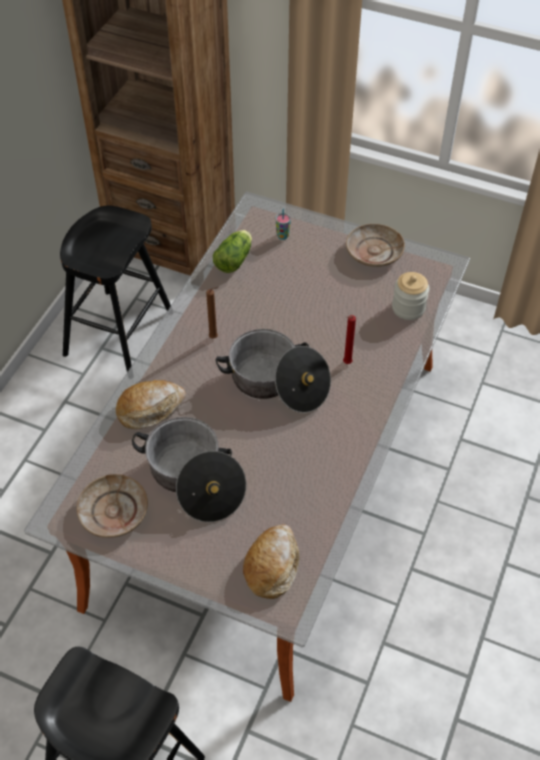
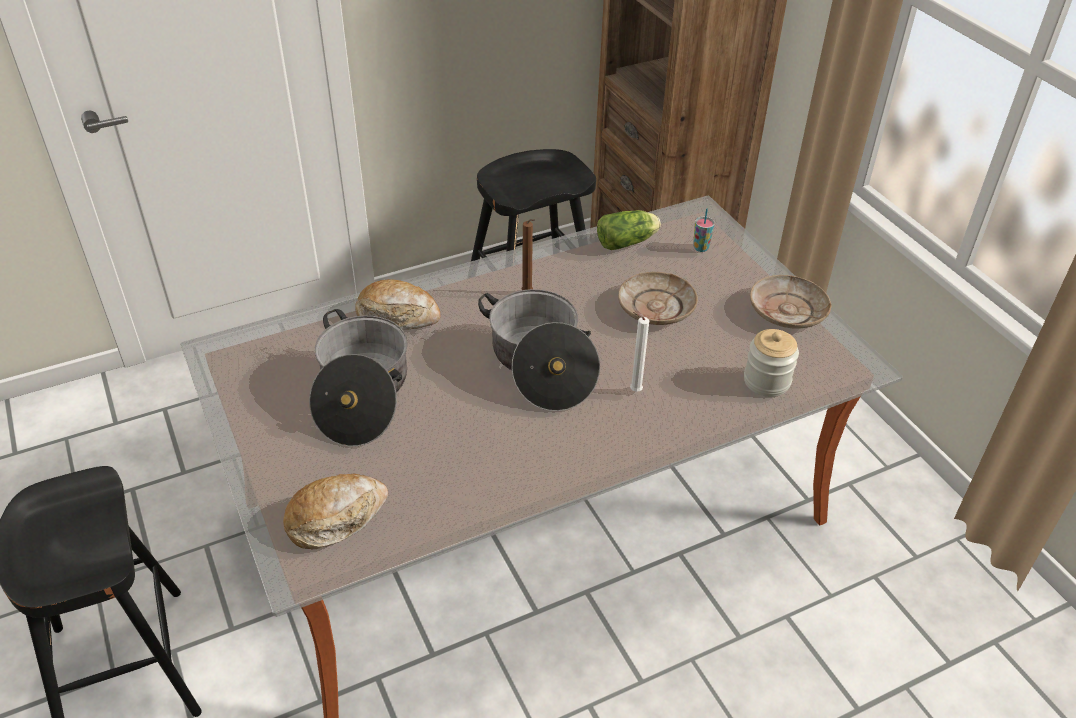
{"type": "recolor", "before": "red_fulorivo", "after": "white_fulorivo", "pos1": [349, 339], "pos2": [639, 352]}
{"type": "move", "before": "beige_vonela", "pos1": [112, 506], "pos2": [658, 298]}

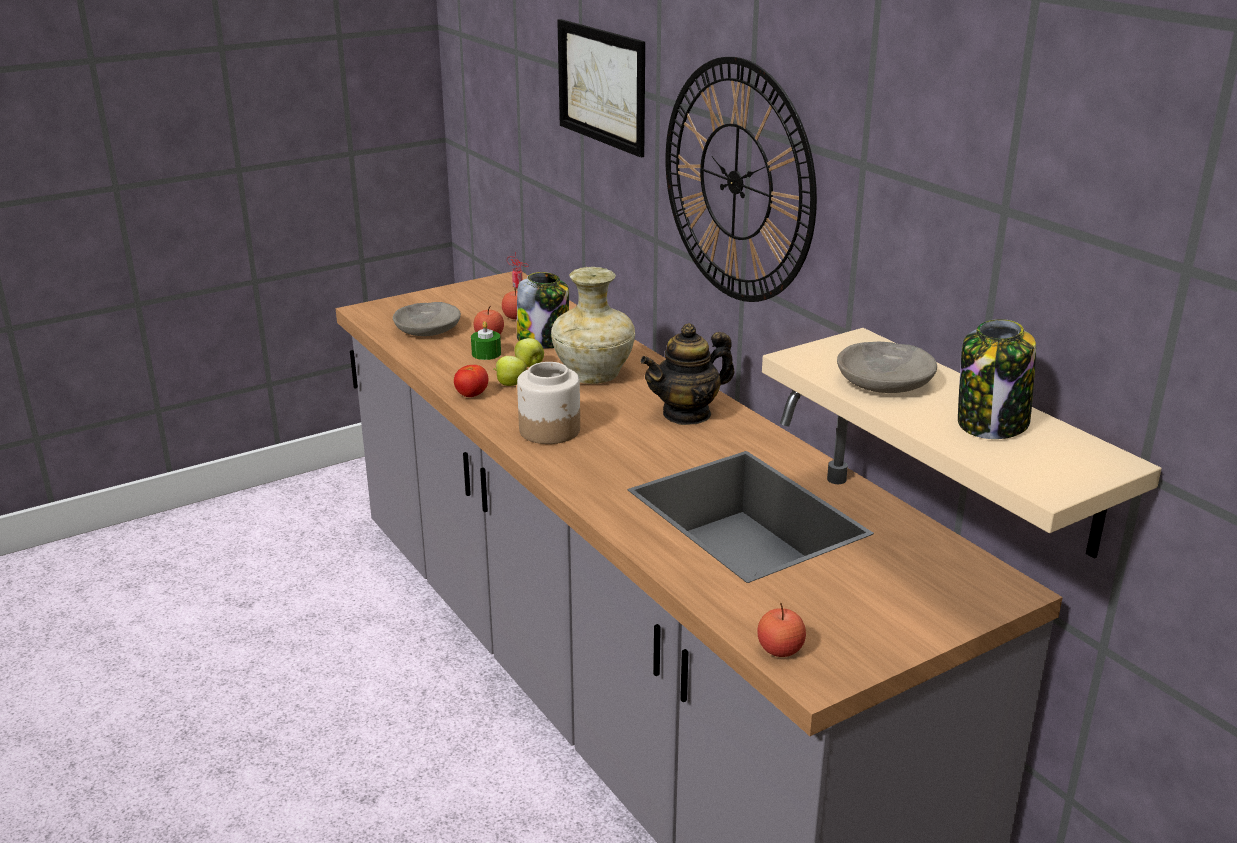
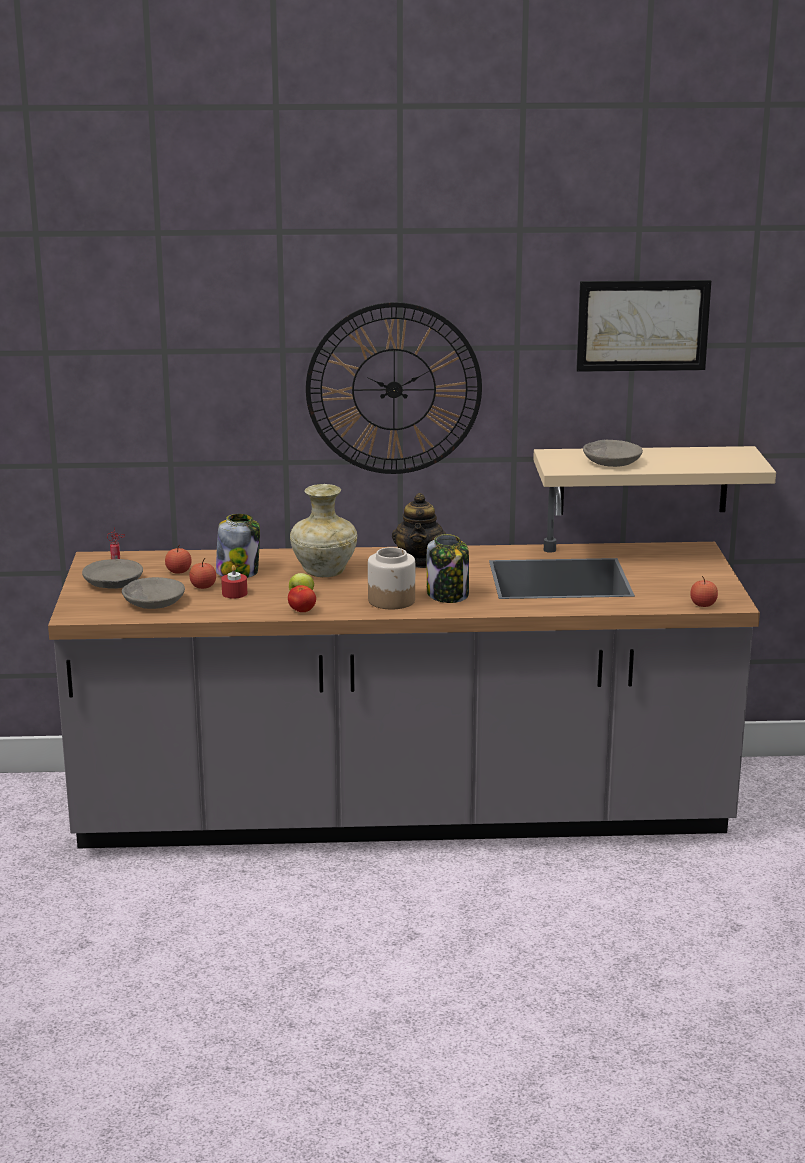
{"type": "move", "before": "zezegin", "pos1": [601, 88], "pos2": [643, 326]}
{"type": "move", "before": "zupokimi", "pos1": [997, 379], "pos2": [448, 568]}
{"type": "recolor", "before": "green_fulorivo", "after": "red_fulorivo", "pos1": [486, 340], "pos2": [234, 581]}
{"type": "delete", "before": "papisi", "pos1": [529, 352]}
{"type": "insert", "after": "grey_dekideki", "pos2": [112, 574]}

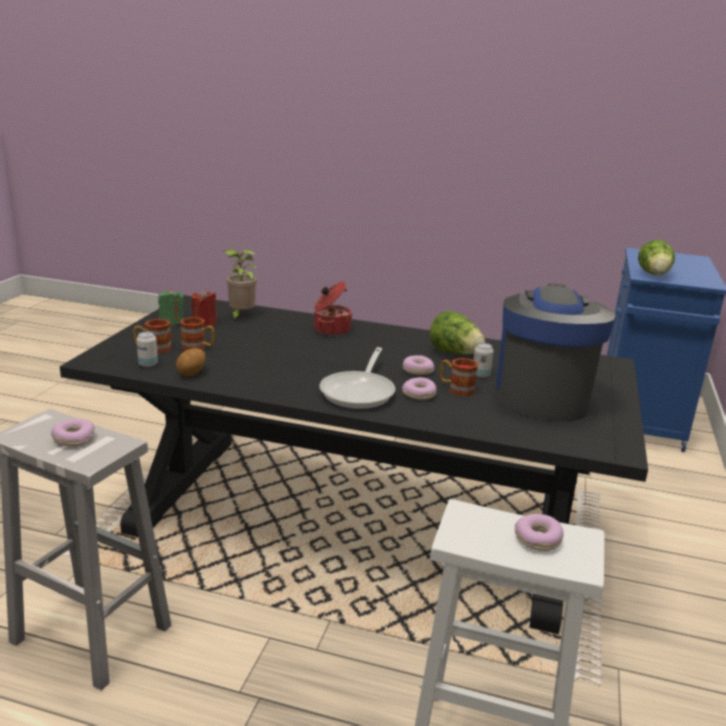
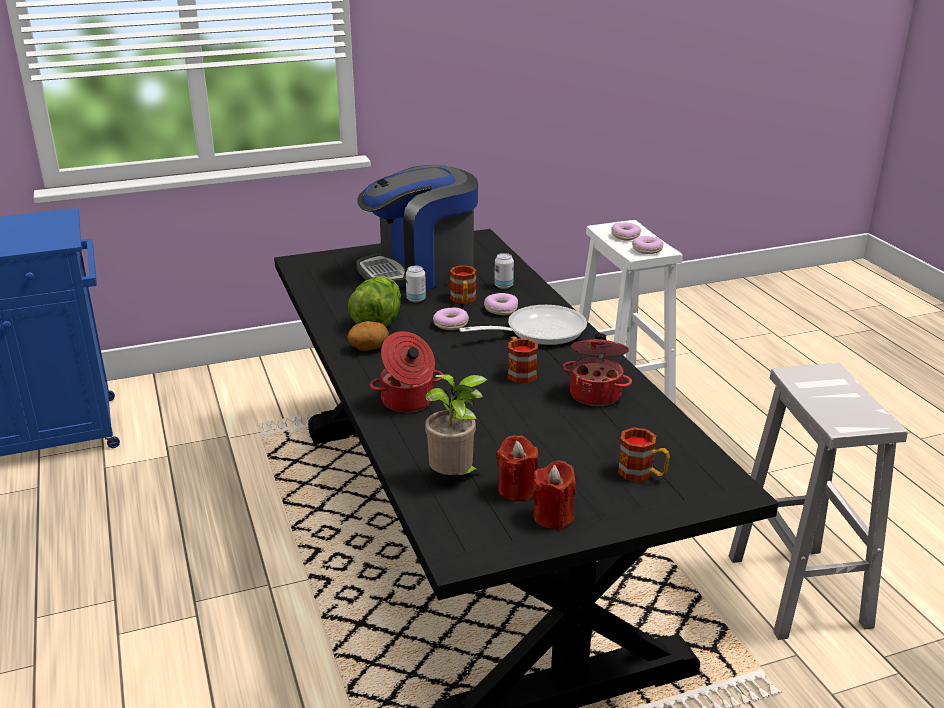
{"type": "delete", "before": "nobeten", "pos1": [656, 257]}
{"type": "recolor", "before": "green_fulorivo", "after": "red_fulorivo", "pos1": [171, 306], "pos2": [554, 495]}
{"type": "move", "before": "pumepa", "pos1": [197, 333], "pos2": [523, 360]}
{"type": "move", "before": "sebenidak", "pos1": [147, 349], "pos2": [504, 271]}
{"type": "move", "before": "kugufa", "pos1": [191, 362], "pos2": [368, 336]}
{"type": "move", "before": "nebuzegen", "pos1": [73, 433], "pos2": [647, 245]}
{"type": "insert", "after": "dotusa", "pos2": [597, 369]}

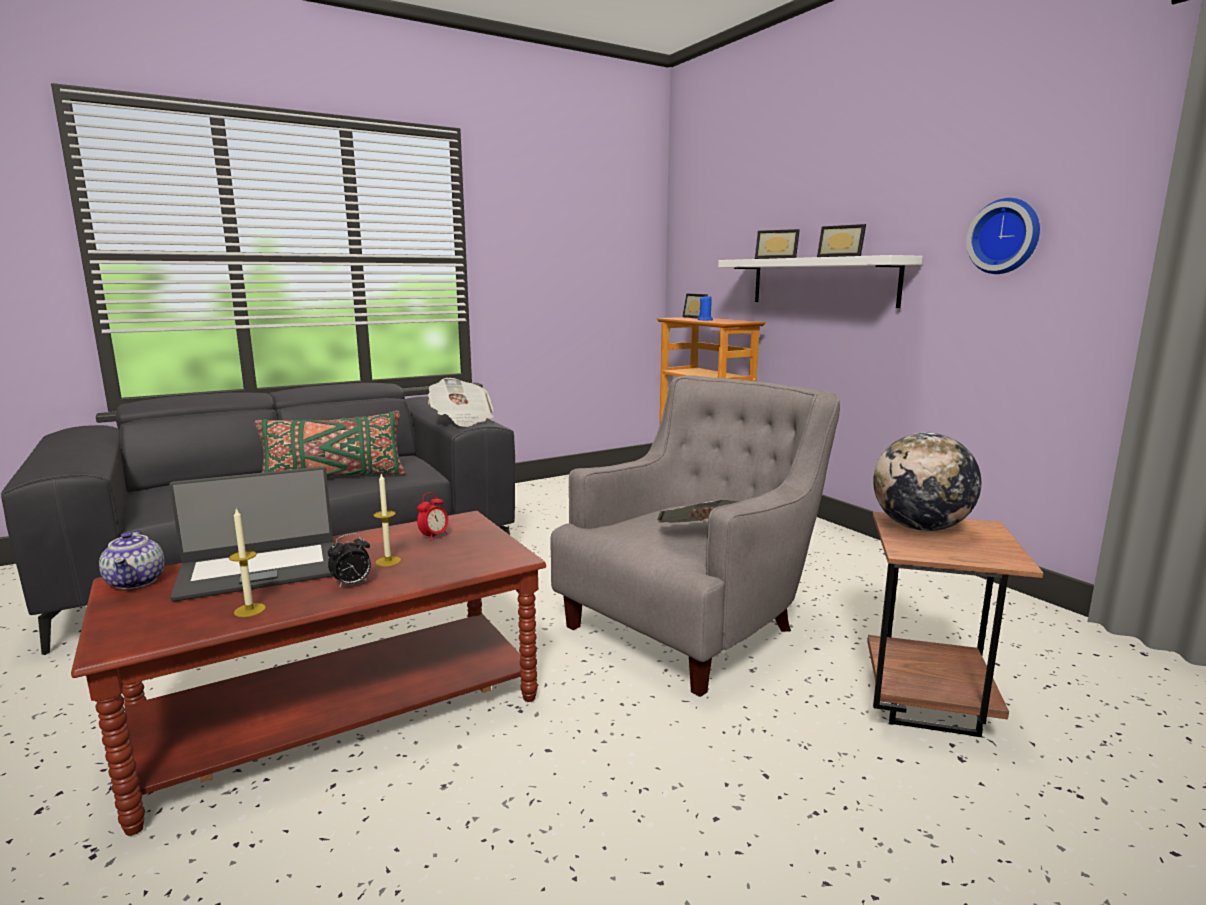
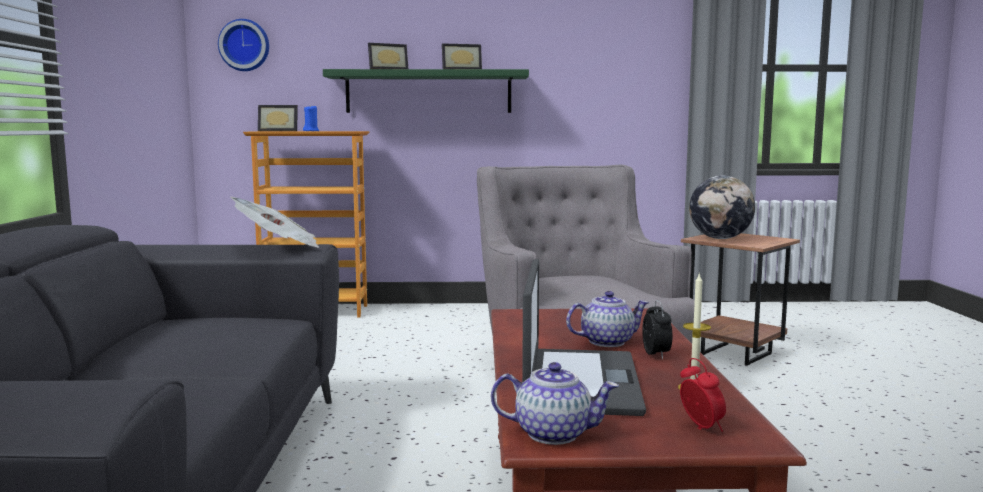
{"type": "move", "before": "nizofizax", "pos1": [1003, 236], "pos2": [243, 45]}
{"type": "recolor", "before": "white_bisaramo", "after": "green_bisaramo", "pos1": [820, 281], "pos2": [426, 91]}
{"type": "delete", "before": "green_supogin", "pos1": [330, 443]}
{"type": "replace", "before": "fulorivo", "after": "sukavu", "pos1": [387, 520], "pos2": [607, 319]}
{"type": "move", "before": "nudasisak", "pos1": [432, 516], "pos2": [703, 395]}
{"type": "delete", "before": "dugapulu", "pos1": [698, 511]}

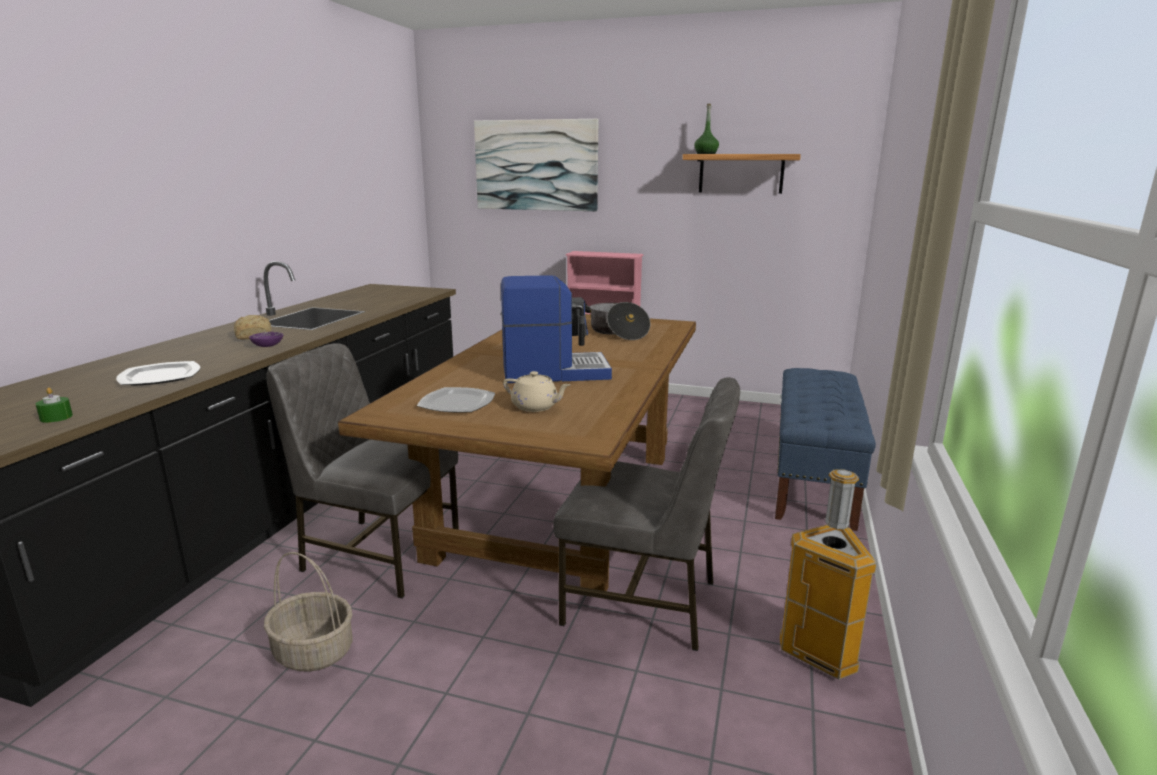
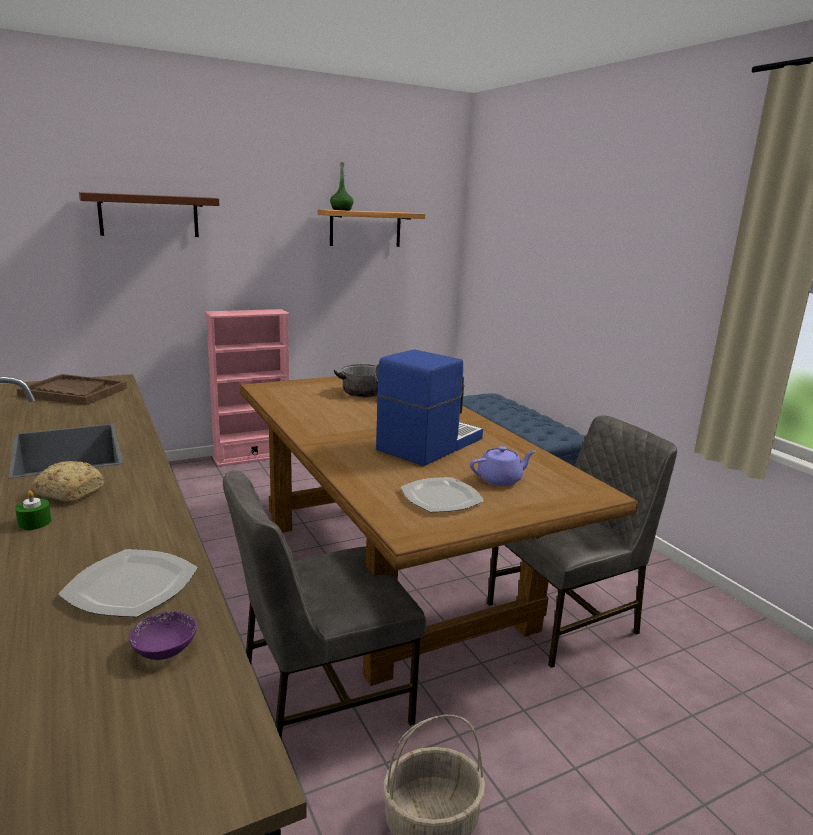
{"type": "replace", "before": "zezegin", "after": "brown_bisaramo", "pos1": [536, 165], "pos2": [149, 214]}
{"type": "move", "before": "purple_dekideki", "pos1": [266, 339], "pos2": [163, 635]}
{"type": "recolor", "before": "beige_sukavu", "after": "purple_sukavu", "pos1": [537, 391], "pos2": [503, 466]}
{"type": "move", "before": "green_fulorivo", "pos1": [54, 405], "pos2": [33, 510]}
{"type": "delete", "before": "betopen", "pos1": [828, 575]}
{"type": "insert", "after": "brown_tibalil", "pos2": [72, 389]}

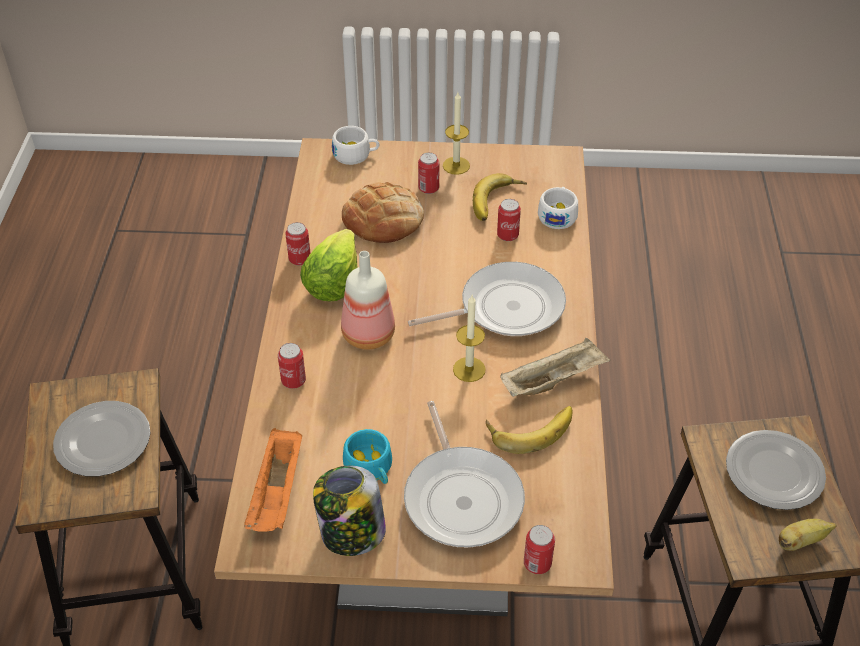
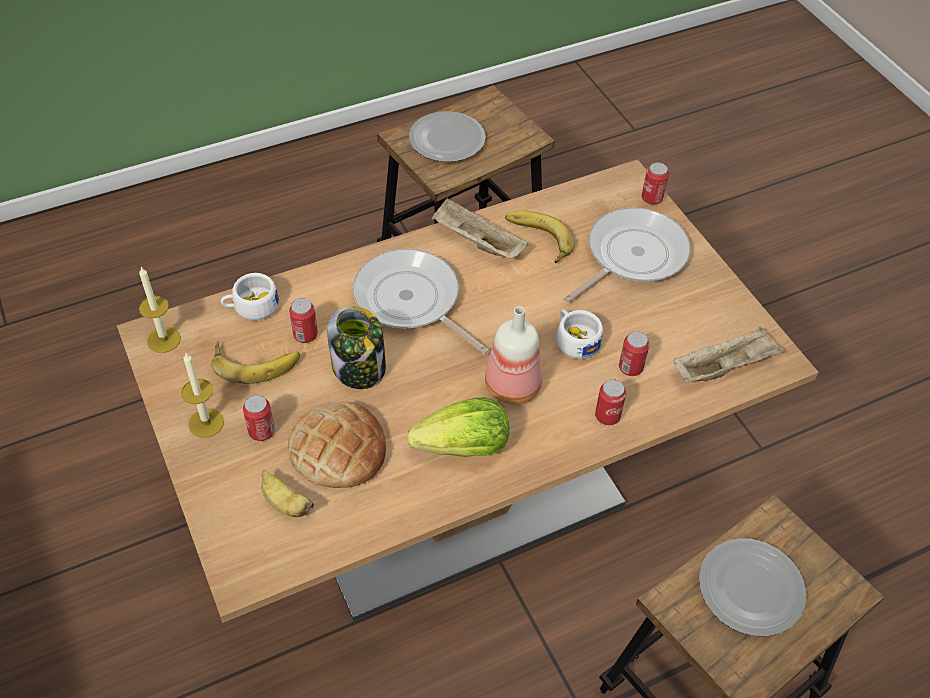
{"type": "move", "before": "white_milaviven", "pos1": [356, 145], "pos2": [579, 334]}
{"type": "move", "before": "sebenidak", "pos1": [298, 243], "pos2": [634, 353]}
{"type": "move", "before": "fulorivo", "pos1": [469, 338], "pos2": [160, 310]}
{"type": "recolor", "before": "orange_tibalil", "after": "beige_tibalil", "pos1": [273, 480], "pos2": [729, 354]}
{"type": "delete", "before": "turquoise_milaviven", "pos1": [367, 456]}
{"type": "move", "before": "zupokimi", "pos1": [349, 511], "pos2": [356, 347]}
{"type": "move", "before": "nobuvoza", "pos1": [807, 535], "pos2": [287, 493]}

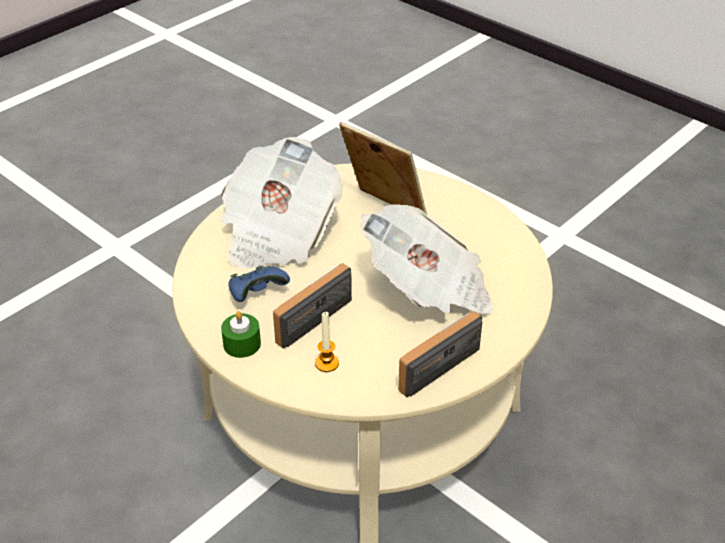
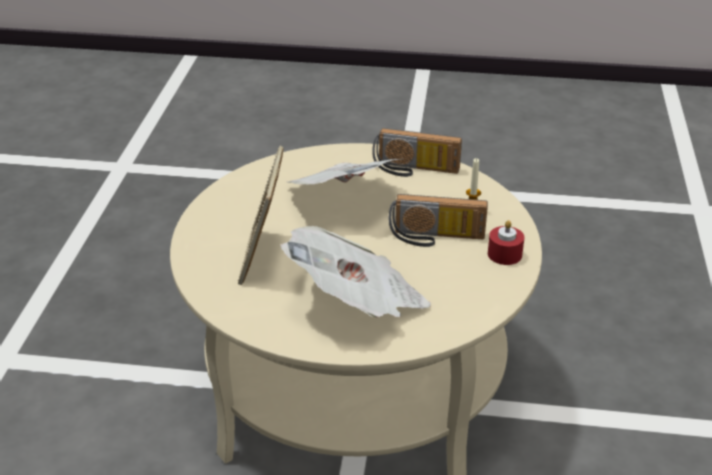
{"type": "delete", "before": "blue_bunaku", "pos1": [259, 284]}
{"type": "recolor", "before": "green_fulorivo", "after": "red_fulorivo", "pos1": [241, 334], "pos2": [506, 242]}

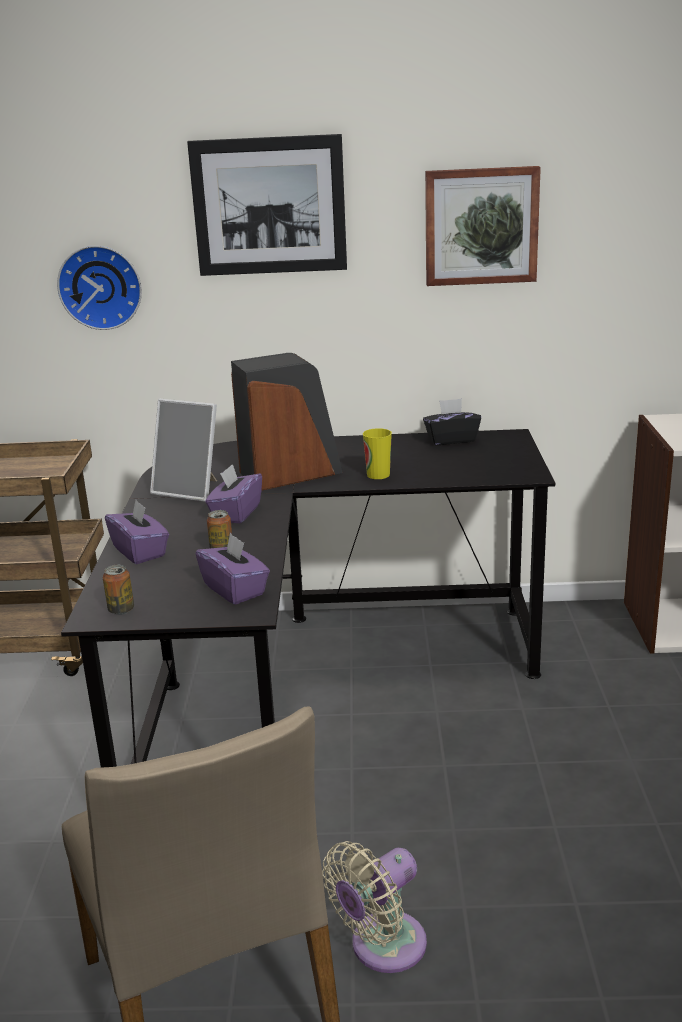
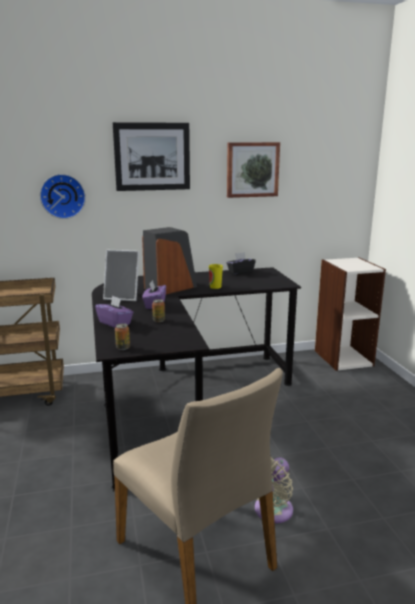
{"type": "delete", "before": "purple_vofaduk", "pos1": [233, 569]}

